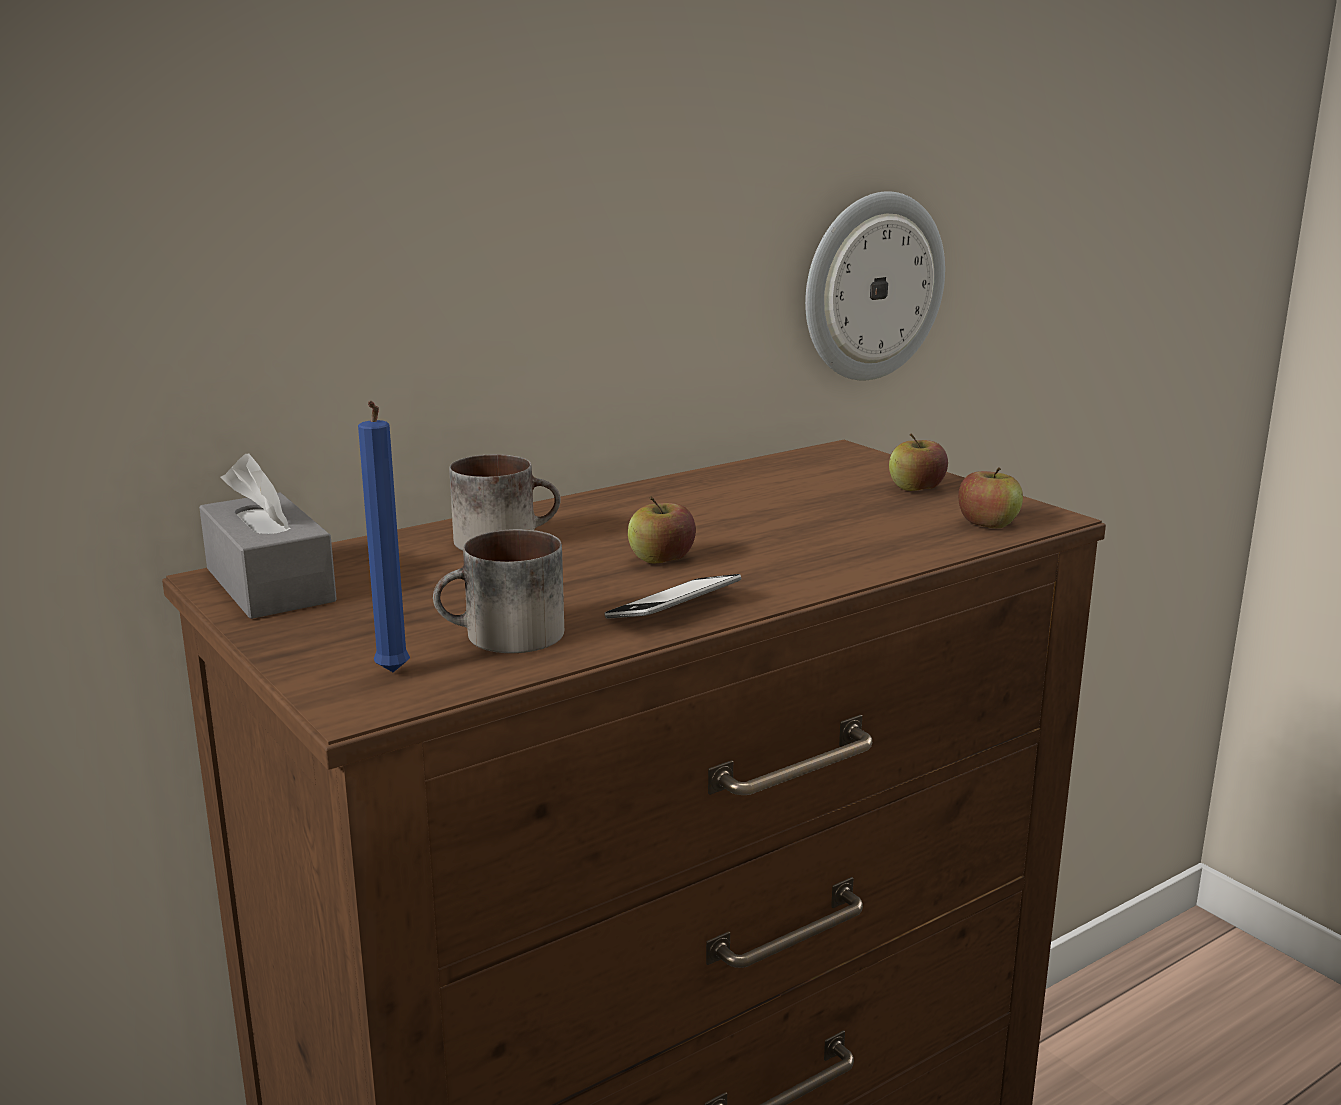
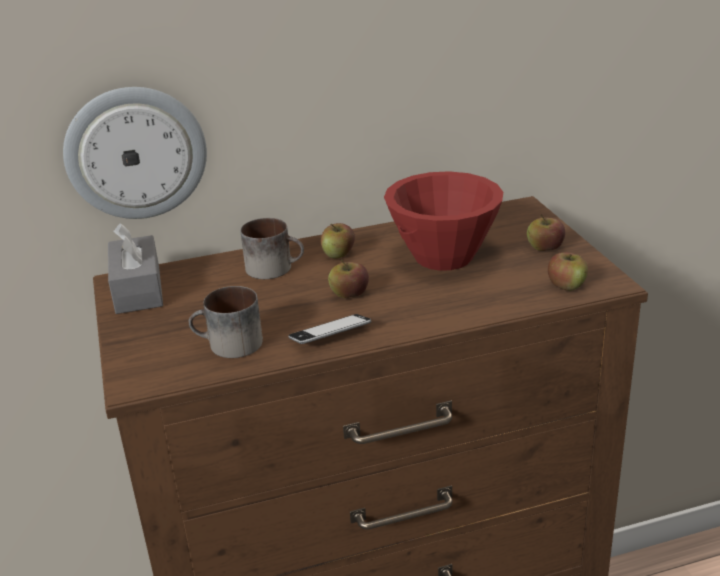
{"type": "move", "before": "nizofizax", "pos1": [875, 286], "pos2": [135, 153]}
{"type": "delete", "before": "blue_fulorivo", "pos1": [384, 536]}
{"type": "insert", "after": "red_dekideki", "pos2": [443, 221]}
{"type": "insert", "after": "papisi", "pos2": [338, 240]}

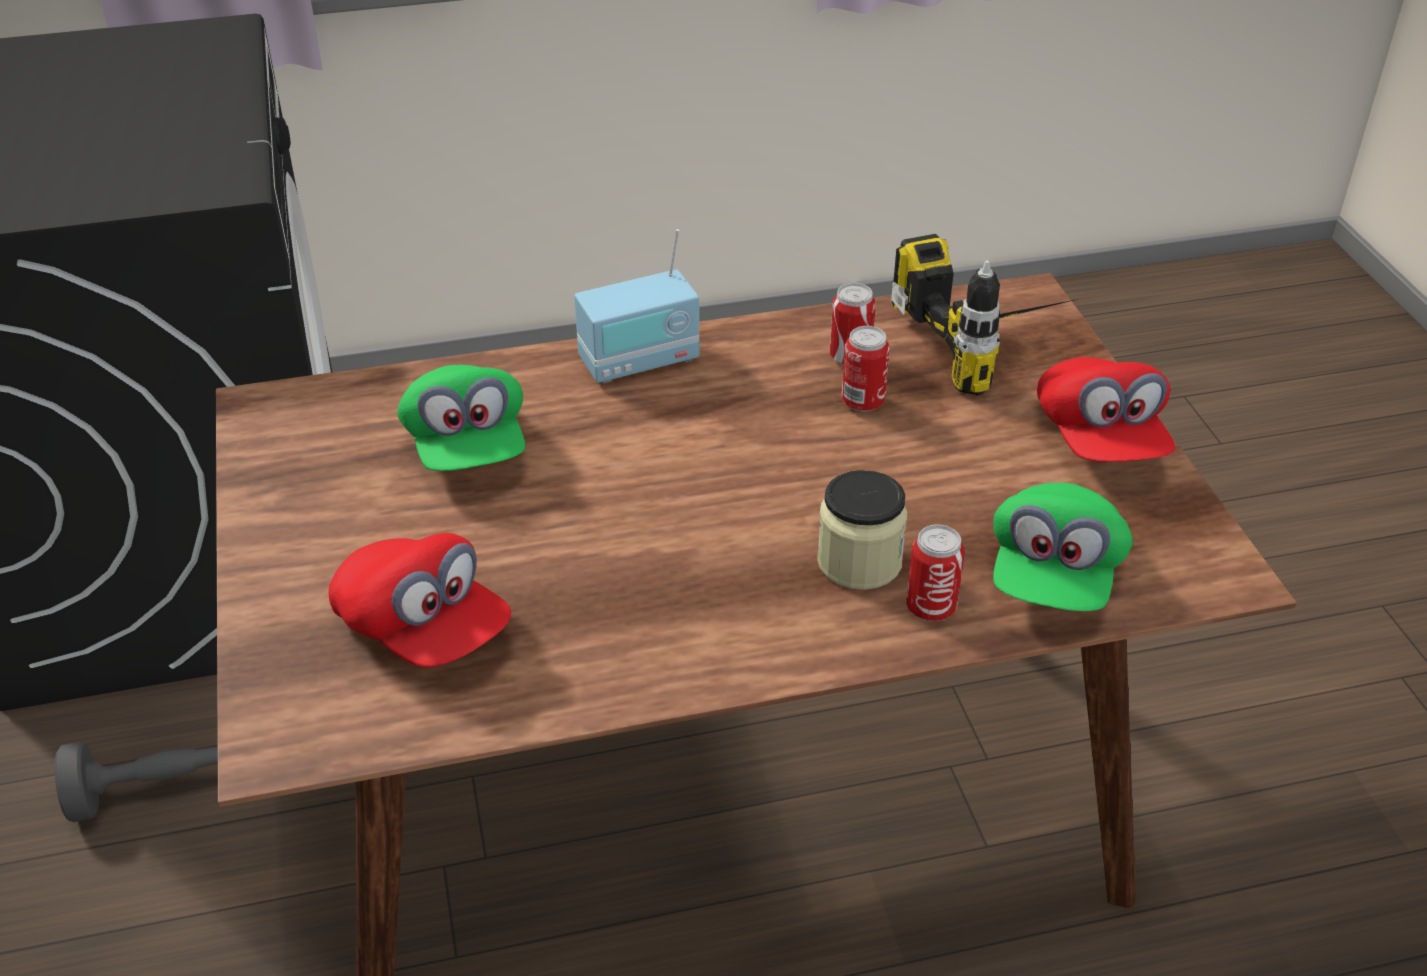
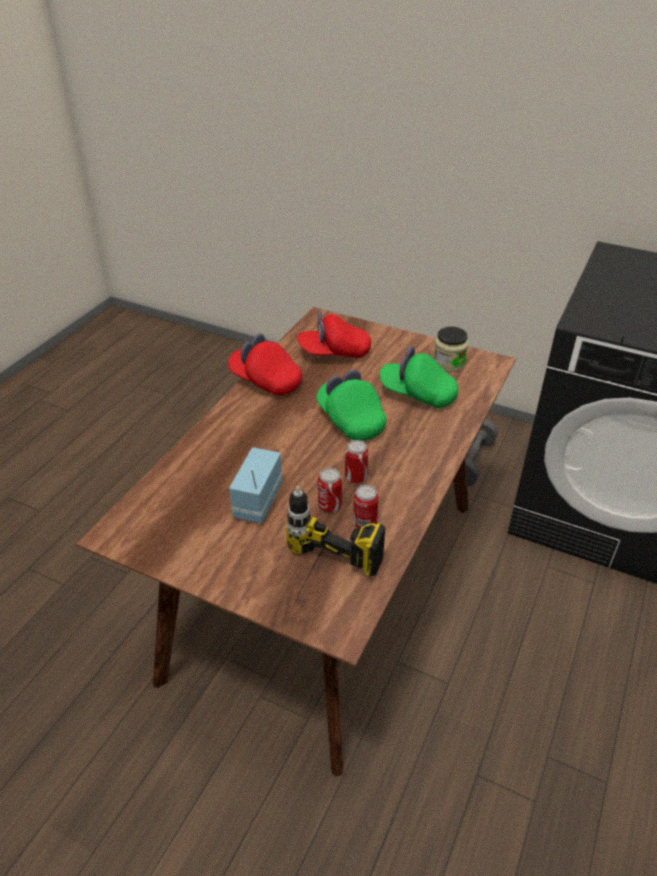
{"type": "move", "before": "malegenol", "pos1": [636, 306], "pos2": [255, 485]}
{"type": "move", "before": "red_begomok", "pos1": [1106, 409], "pos2": [265, 364]}
{"type": "move", "before": "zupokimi", "pos1": [862, 530], "pos2": [450, 349]}
{"type": "move", "before": "green_begomok", "pos1": [1063, 547], "pos2": [351, 405]}
{"type": "move", "before": "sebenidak", "pos1": [935, 572], "pos2": [356, 461]}

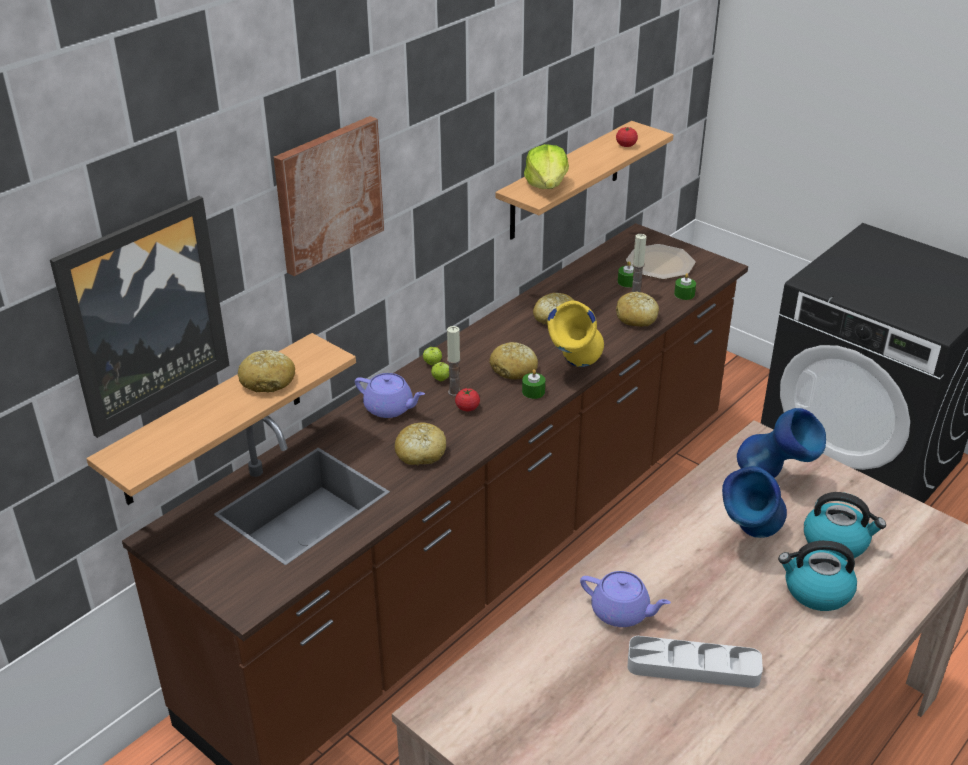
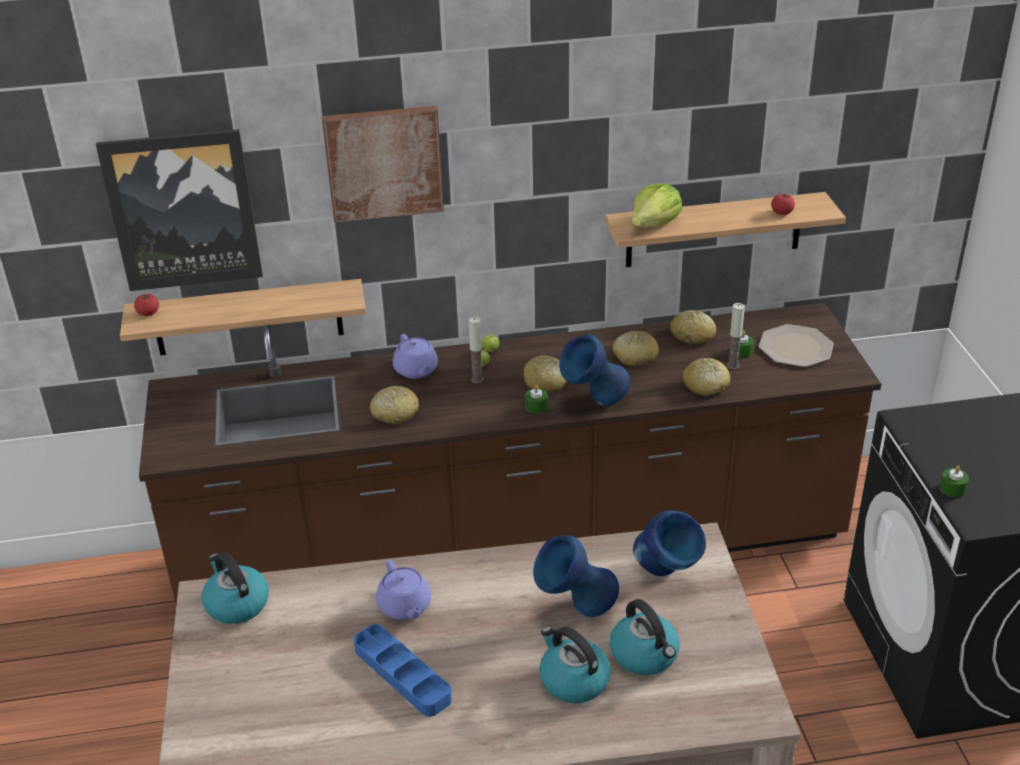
{"type": "move", "before": "green_fulorivo", "pos1": [685, 286], "pos2": [954, 481]}
{"type": "recolor", "before": "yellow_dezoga", "after": "blue_dezoga", "pos1": [575, 333], "pos2": [594, 370]}
{"type": "move", "before": "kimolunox", "pos1": [266, 371], "pos2": [693, 327]}
{"type": "move", "before": "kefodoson", "pos1": [467, 399], "pos2": [146, 305]}
{"type": "recolor", "before": "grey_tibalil", "after": "blue_tibalil", "pos1": [695, 662], "pos2": [403, 670]}
{"type": "insert", "after": "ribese", "pos2": [235, 588]}

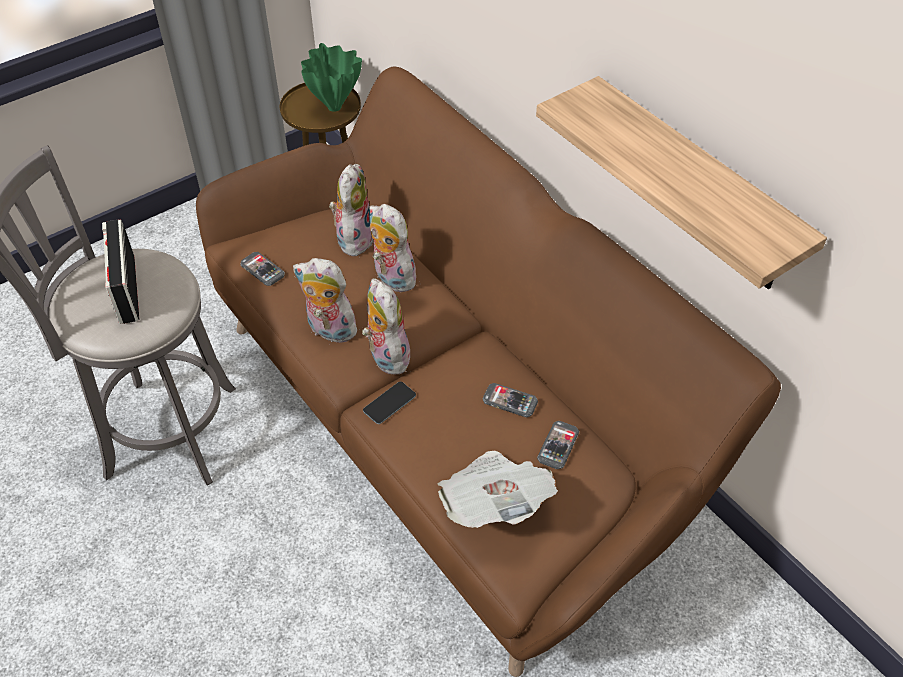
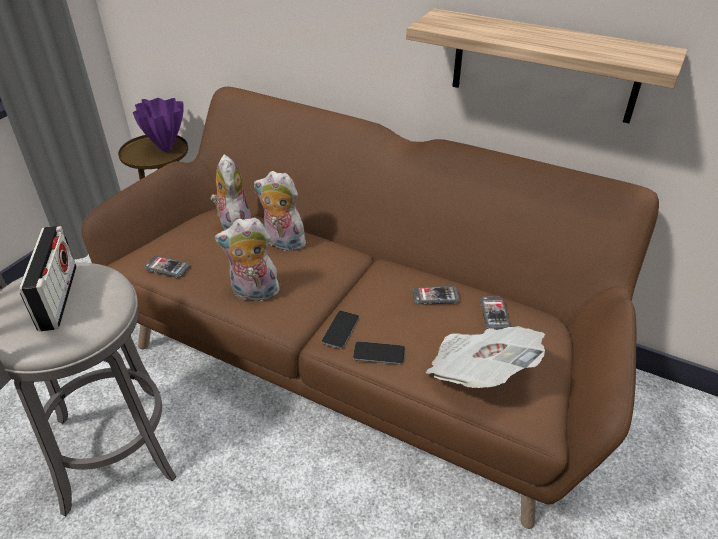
{"type": "recolor", "before": "green_dezoga", "after": "purple_dezoga", "pos1": [331, 77], "pos2": [158, 125]}
{"type": "rotate", "before": "malegenol", "pos1": [120, 272], "pos2": [48, 278], "turn": -150}
{"type": "delete", "before": "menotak", "pos1": [386, 326]}
{"type": "insert", "after": "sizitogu", "pos2": [379, 352]}

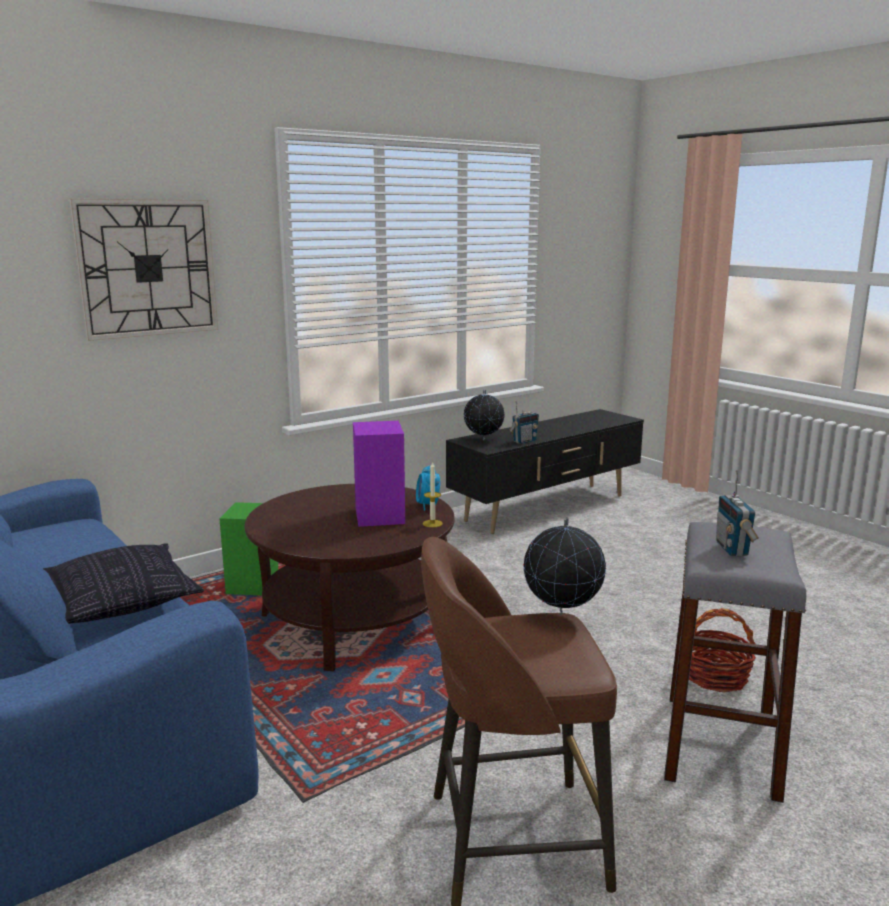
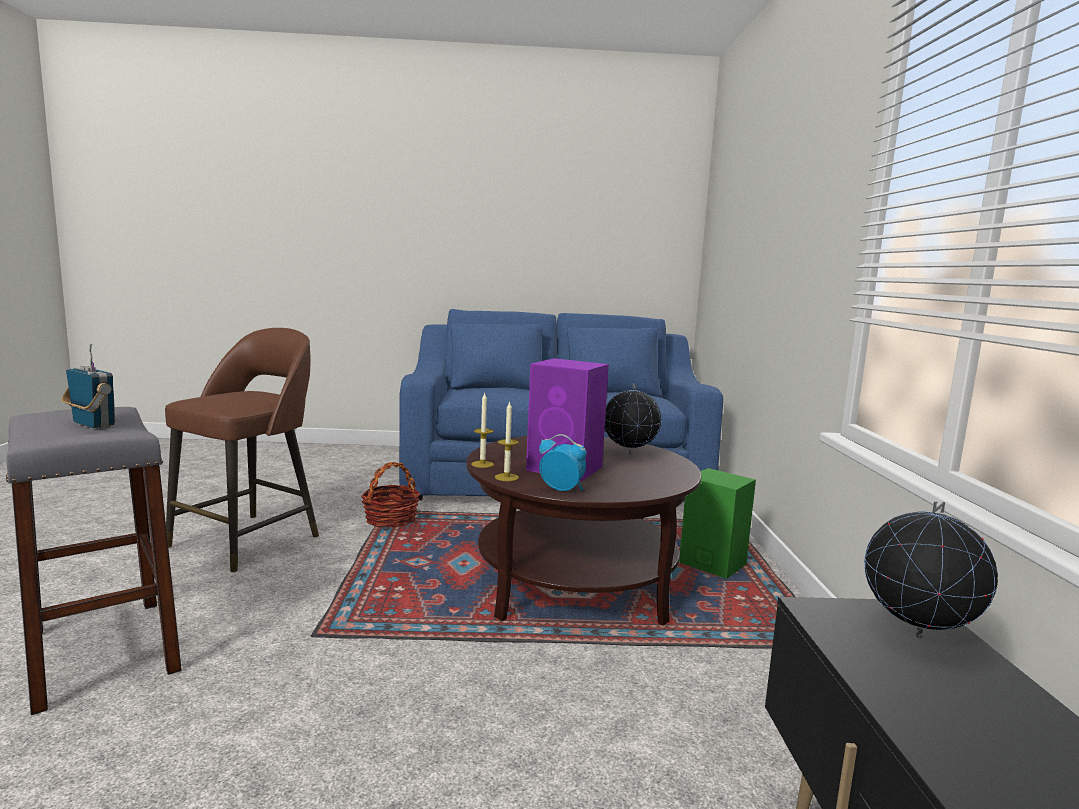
{"type": "delete", "before": "nizofizax", "pos1": [143, 270]}
{"type": "delete", "before": "malegenol", "pos1": [524, 422]}
{"type": "move", "before": "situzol", "pos1": [564, 566], "pos2": [633, 419]}
{"type": "delete", "before": "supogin", "pos1": [123, 583]}
{"type": "move", "before": "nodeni", "pos1": [722, 650], "pos2": [390, 495]}
{"type": "insert", "after": "fulorivo", "pos2": [482, 430]}

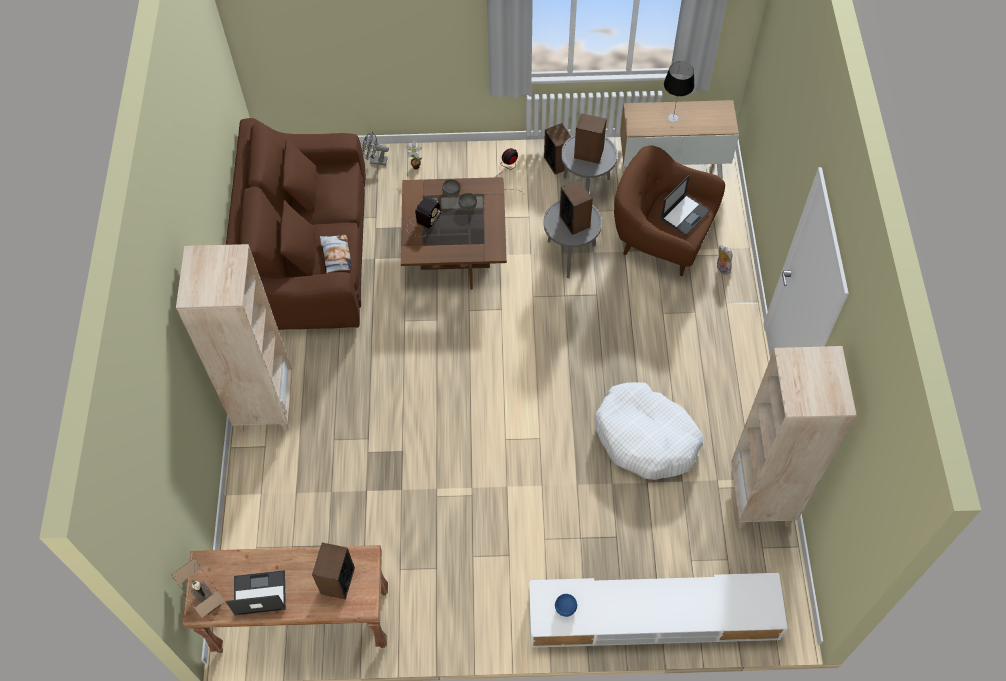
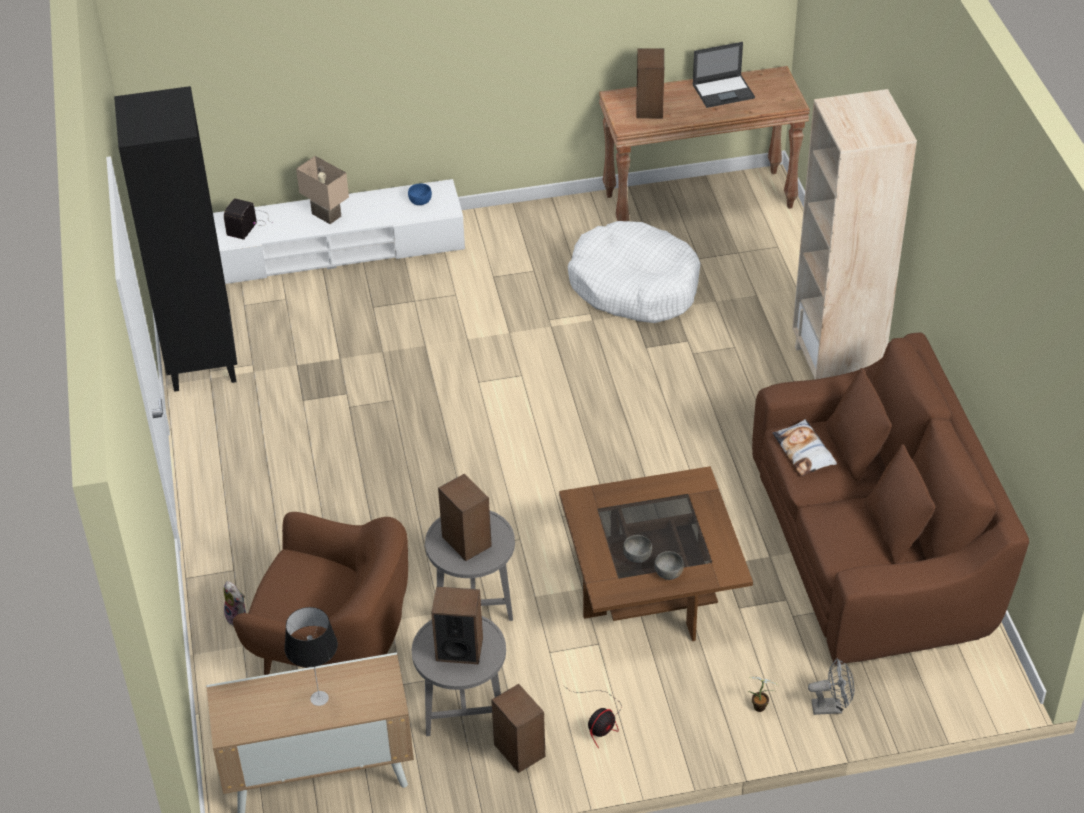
{"type": "delete", "before": "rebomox", "pos1": [685, 205]}
{"type": "move", "before": "malegenol", "pos1": [423, 216], "pos2": [248, 219]}
{"type": "recolor", "before": "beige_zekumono", "after": "black_zekumono", "pos1": [793, 437], "pos2": [175, 239]}
{"type": "move", "before": "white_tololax", "pos1": [649, 431], "pos2": [634, 272]}
{"type": "move", "before": "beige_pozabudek", "pos1": [198, 587], "pos2": [322, 190]}

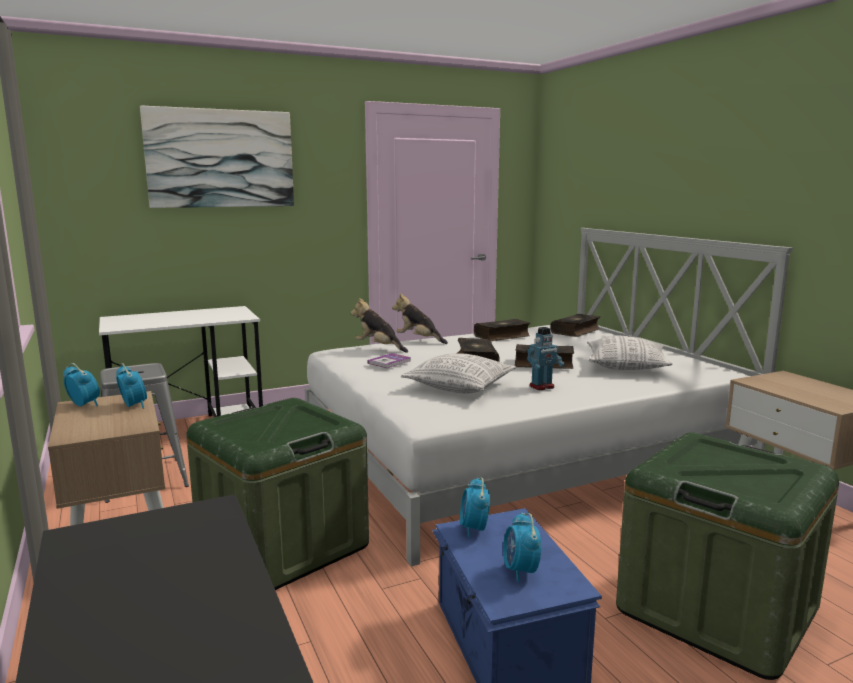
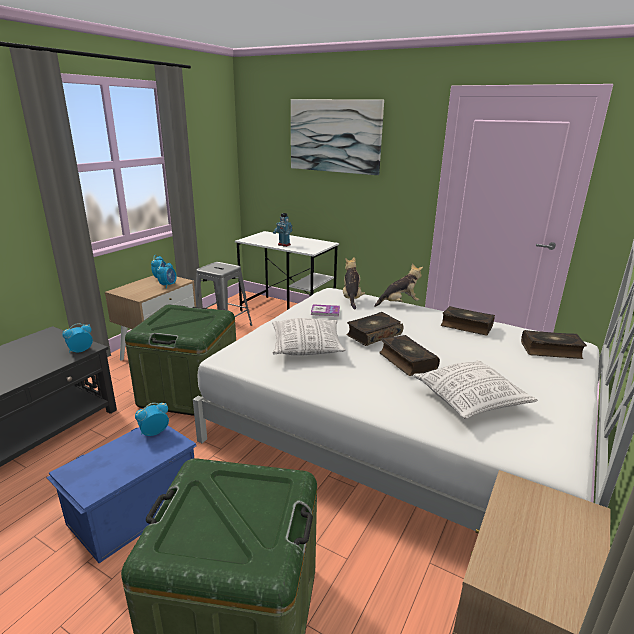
{"type": "rotate", "before": "menotak", "pos1": [420, 318], "pos2": [398, 285], "turn": 75}
{"type": "move", "before": "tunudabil", "pos1": [546, 358], "pos2": [282, 230]}
{"type": "move", "before": "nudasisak", "pos1": [522, 547], "pos2": [77, 338]}

